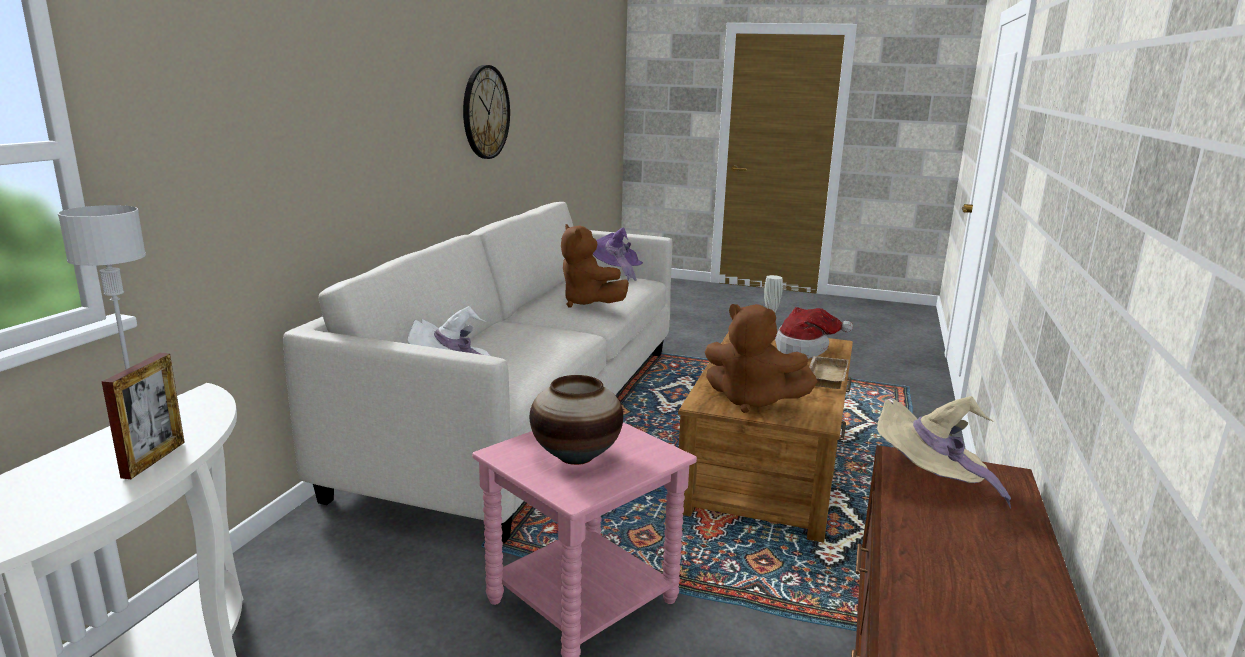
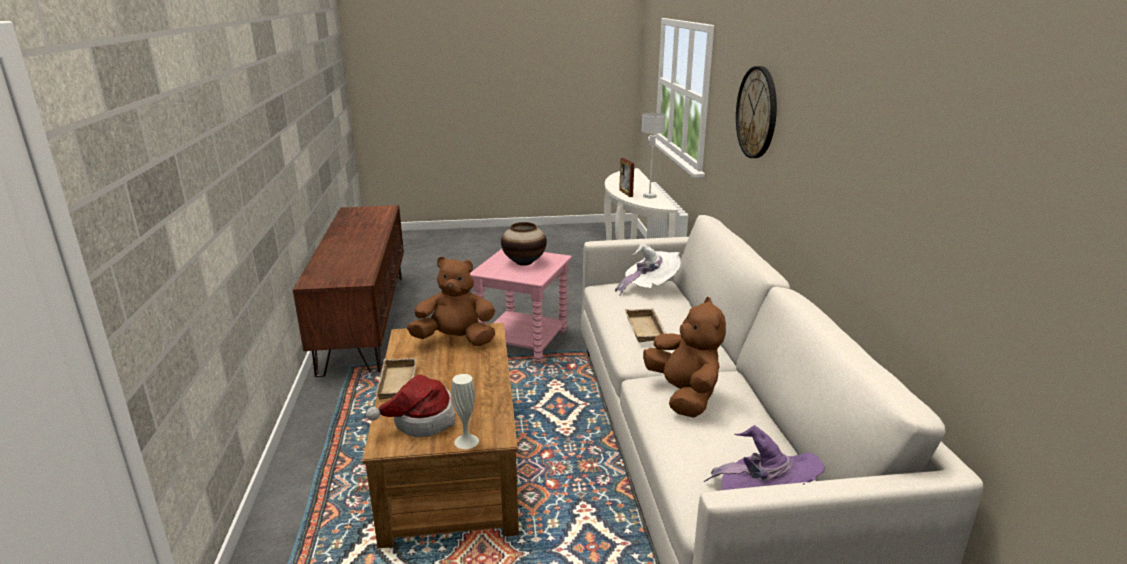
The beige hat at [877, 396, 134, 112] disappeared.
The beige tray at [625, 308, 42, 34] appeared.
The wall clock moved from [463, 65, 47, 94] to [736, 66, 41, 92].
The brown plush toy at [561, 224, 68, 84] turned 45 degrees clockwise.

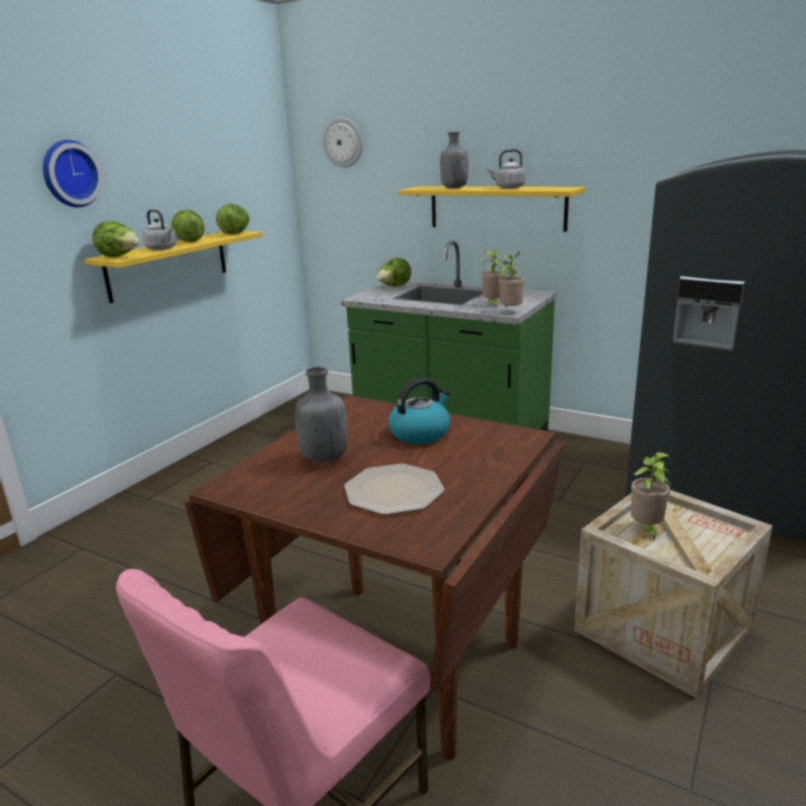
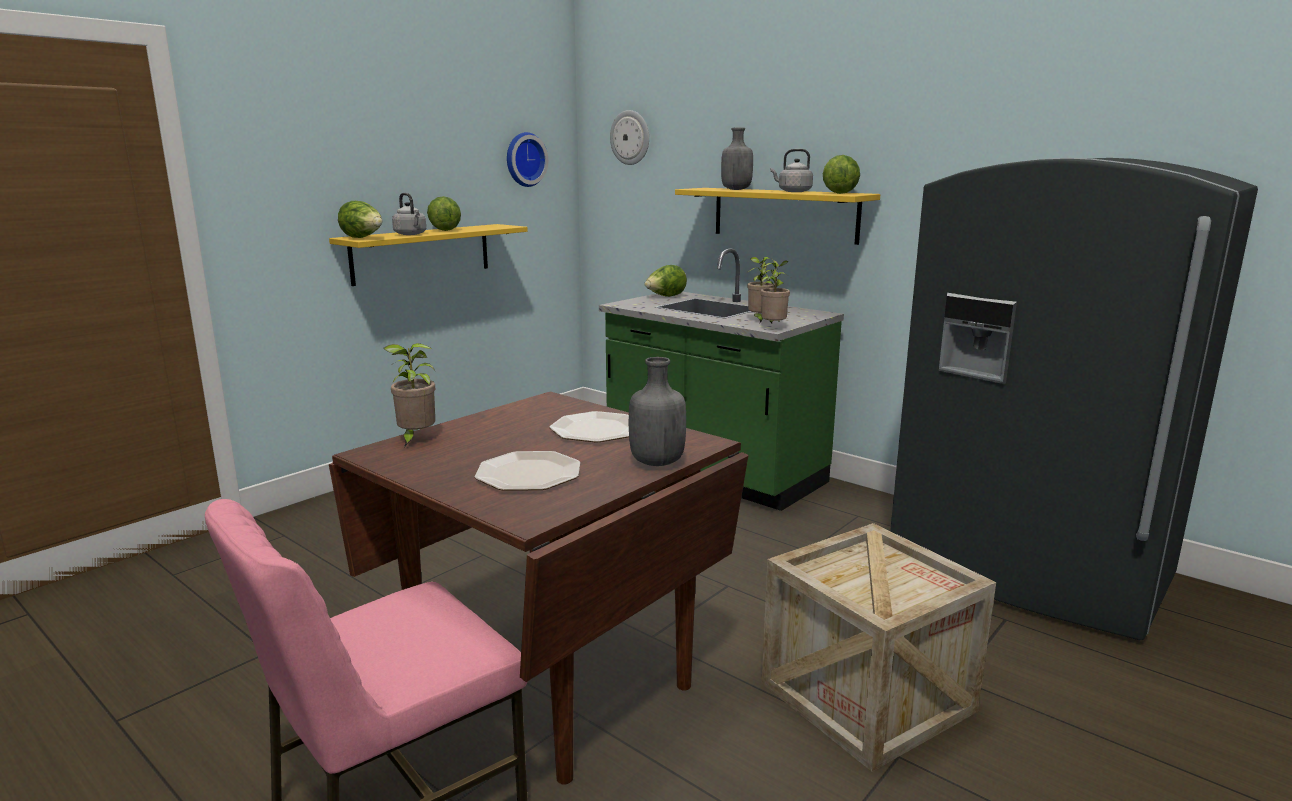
The wall clock moved from [43, 140, 60, 67] to [507, 132, 41, 55].
The lettuce moved from [216, 204, 33, 31] to [823, 155, 37, 39].
The grey bottle moved from [295, 367, 53, 96] to [629, 357, 57, 109].
The potted plant moved from [631, 452, 40, 88] to [384, 343, 51, 104].
The kettle at [389, 378, 61, 66] was replaced by the plate at [549, 411, 80, 31].

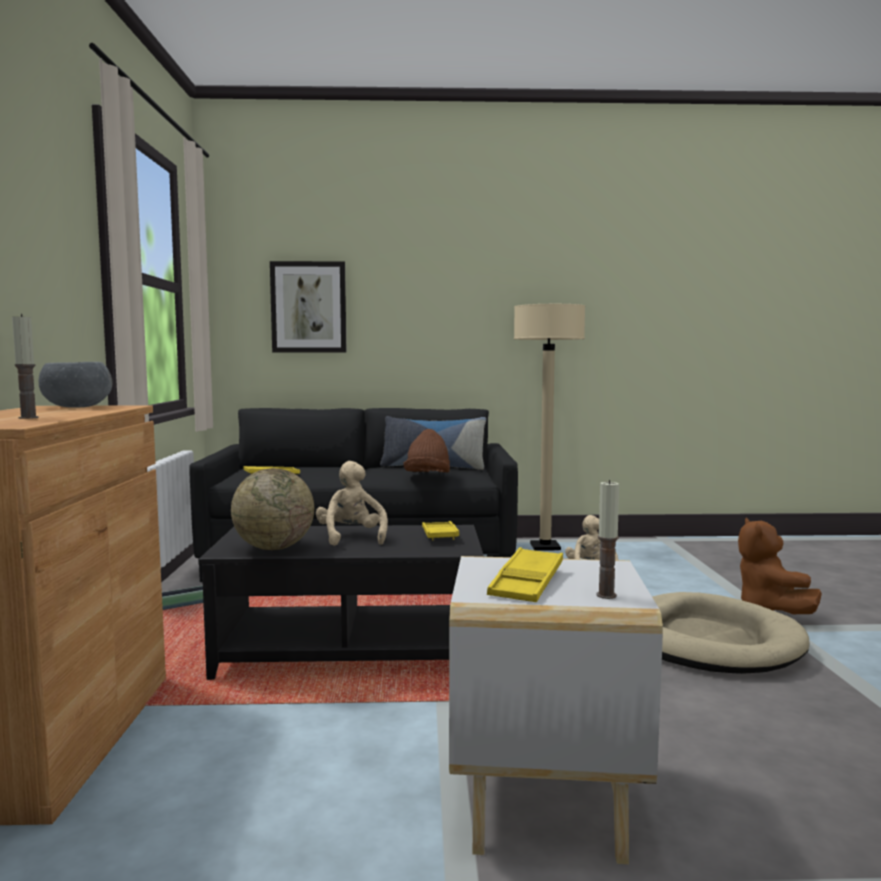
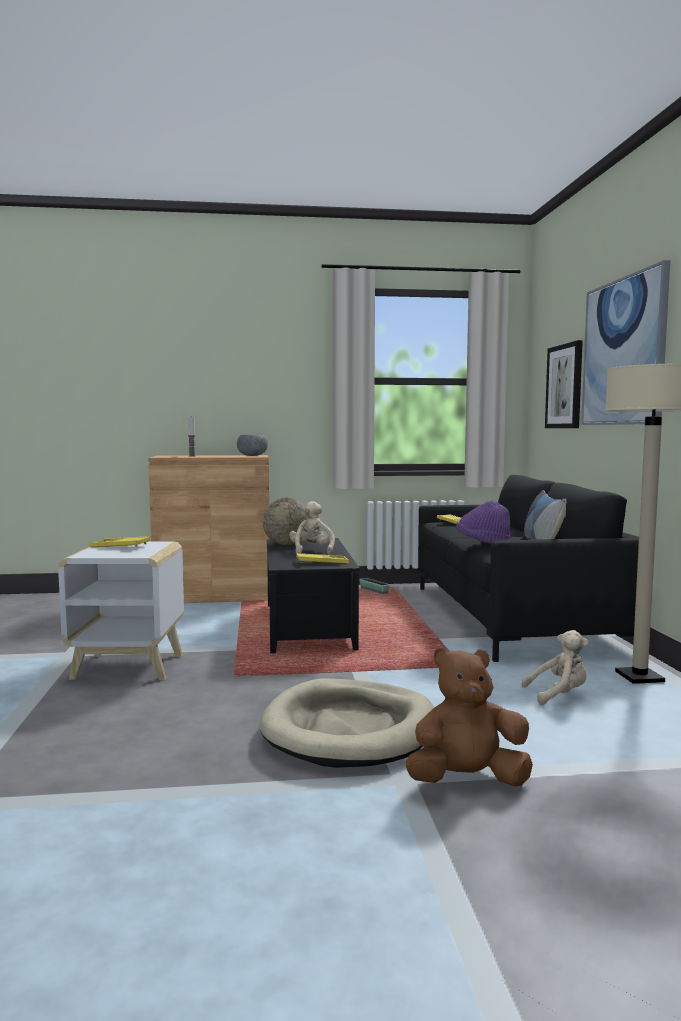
The candle at [596, 480, 23, 119] disappeared.
The picture at [581, 260, 89, 165] appeared.
The brown hat at [403, 429, 47, 44] became the purple hat at [456, 500, 55, 43].
The beige plush toy at [316, 461, 72, 85] turned 75 degrees counterclockwise.

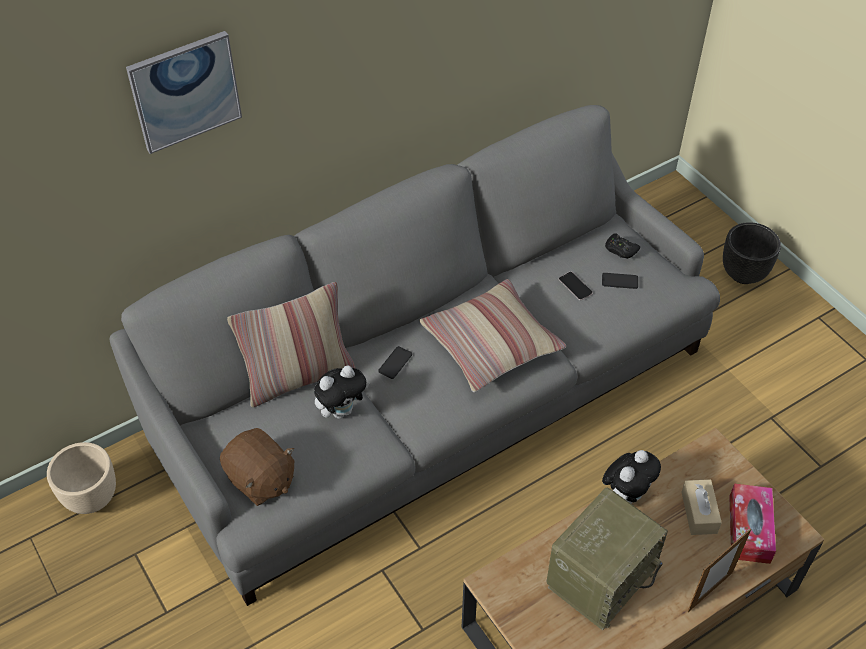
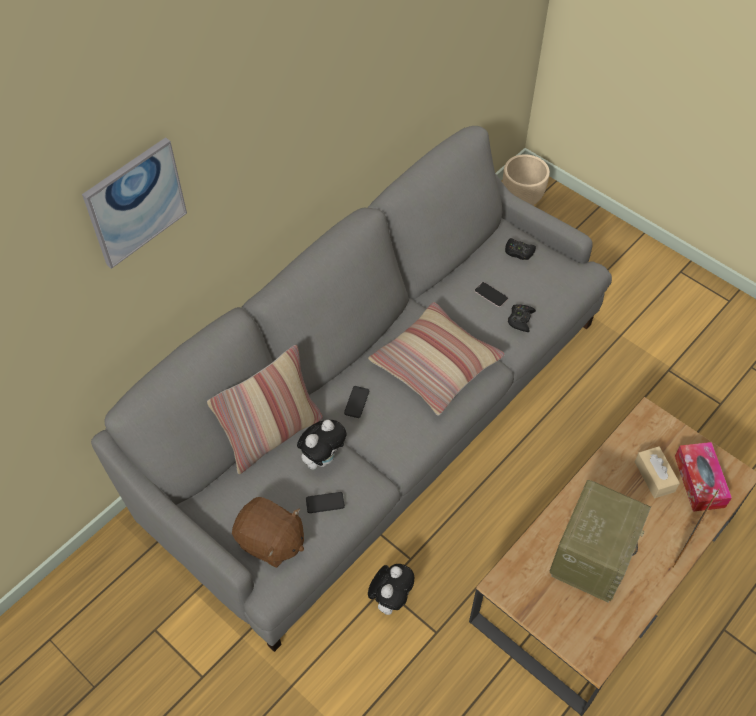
The black planter at [723, 222, 58, 62] disappeared.
The black game controller at [508, 304, 28, 28] appeared.
The beige planter moved from [47, 442, 69, 72] to [503, 154, 47, 51].
The phone moved from [602, 273, 36, 16] to [306, 492, 39, 21].
The plush toy moved from [602, 450, 59, 54] to [368, 564, 46, 51].

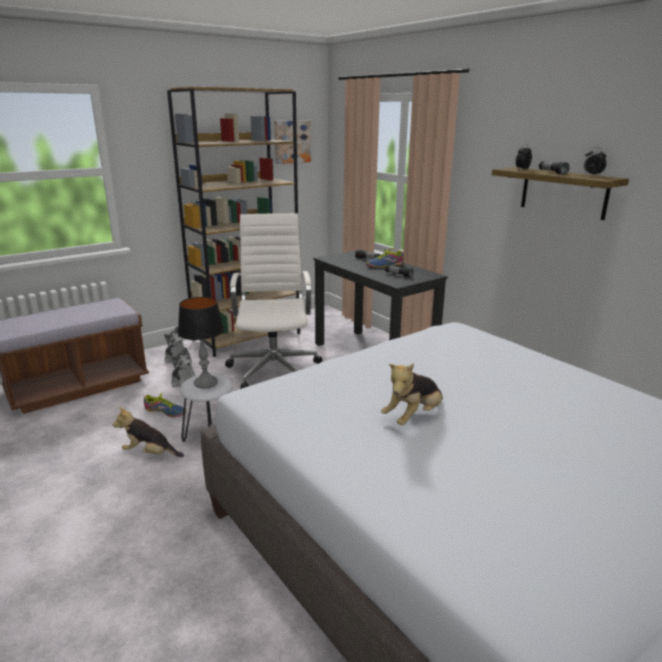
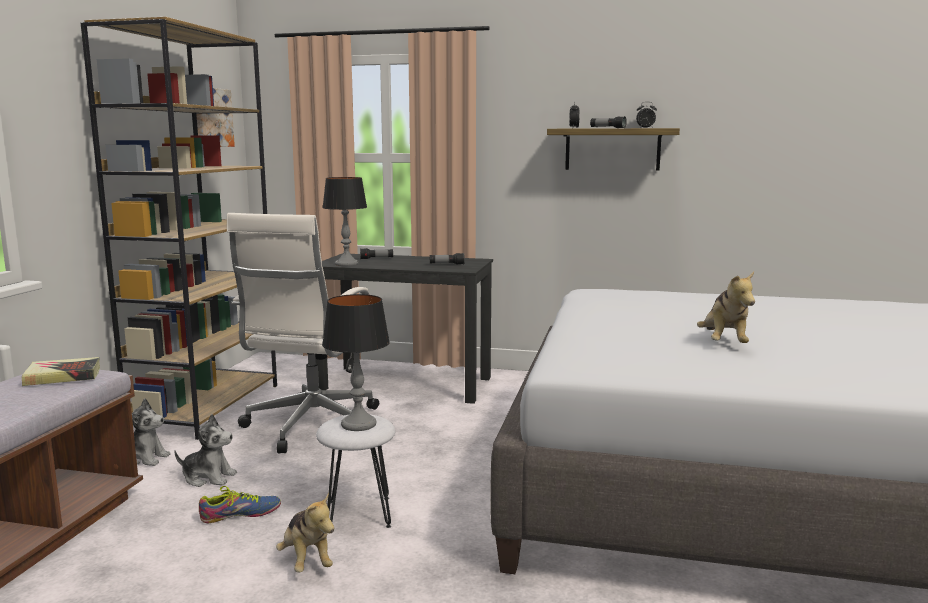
The shoe at [366, 248, 38, 20] disappeared.
The book at [22, 357, 78, 29] appeared.
The table lamp at [322, 177, 45, 89] appeared.
The plush toy at [112, 407, 72, 50] turned 90 degrees counterclockwise.
The white office chair at [225, 213, 98, 176] turned 120 degrees counterclockwise.

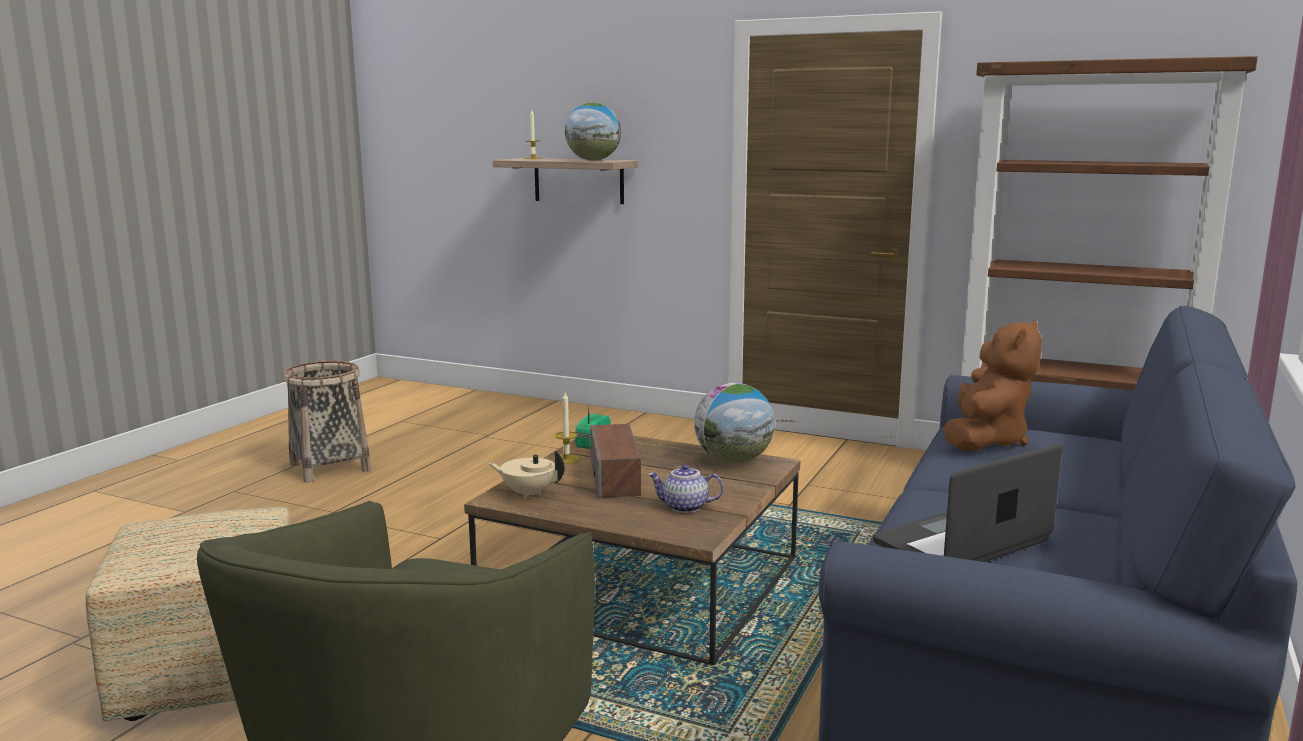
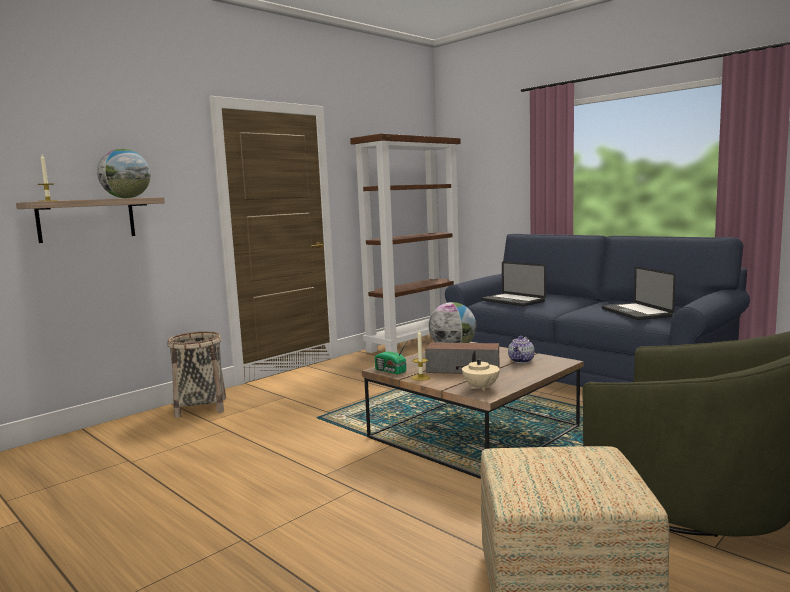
The basket moved from [283, 360, 88, 122] to [167, 331, 59, 87].
The brown plush toy at [943, 319, 99, 133] was replaced by the laptop at [481, 262, 65, 44].
The beige teapot at [489, 450, 76, 49] turned 45 degrees counterclockwise.

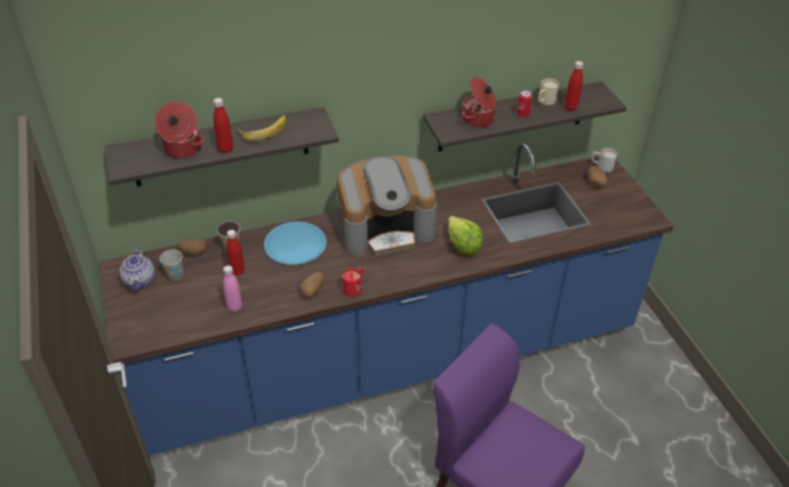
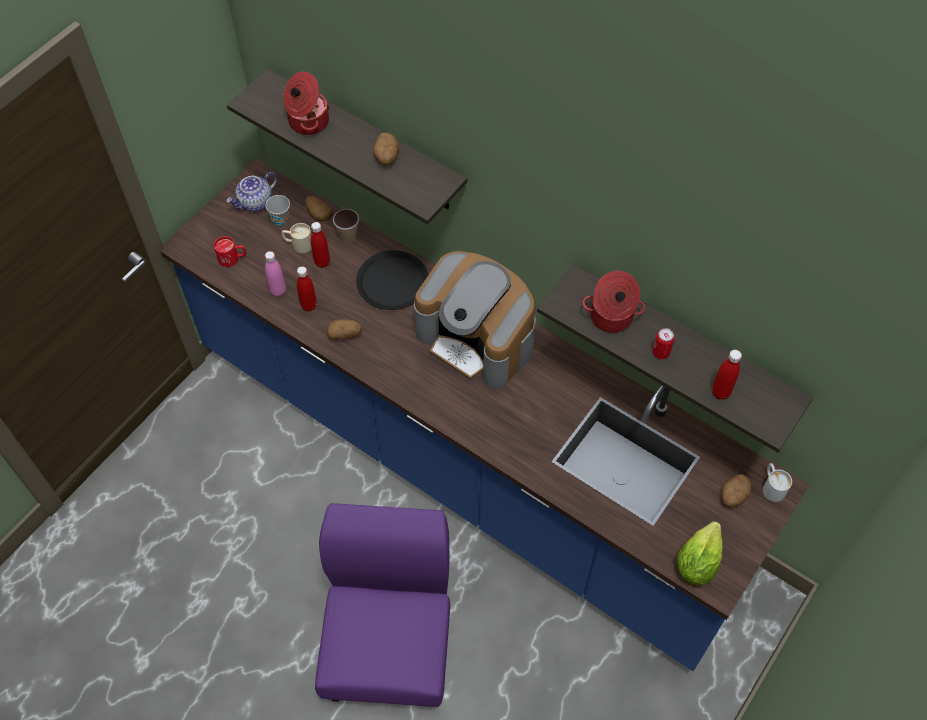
The red bottle moved from [213, 98, 20, 55] to [297, 266, 20, 46].
The red mug moved from [342, 267, 21, 30] to [214, 236, 32, 31].
The lettuce moved from [448, 216, 35, 39] to [676, 521, 46, 64].
The beige mug moved from [538, 79, 21, 26] to [282, 223, 30, 30].
The banana at [238, 115, 48, 27] was replaced by the potato at [373, 133, 26, 33].
The blue plate at [264, 222, 63, 43] became the black plate at [356, 250, 72, 60].

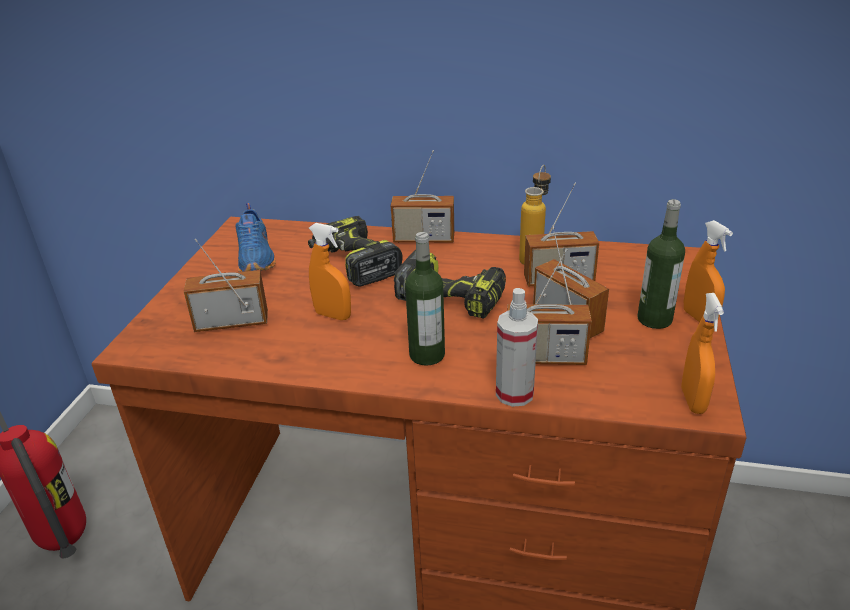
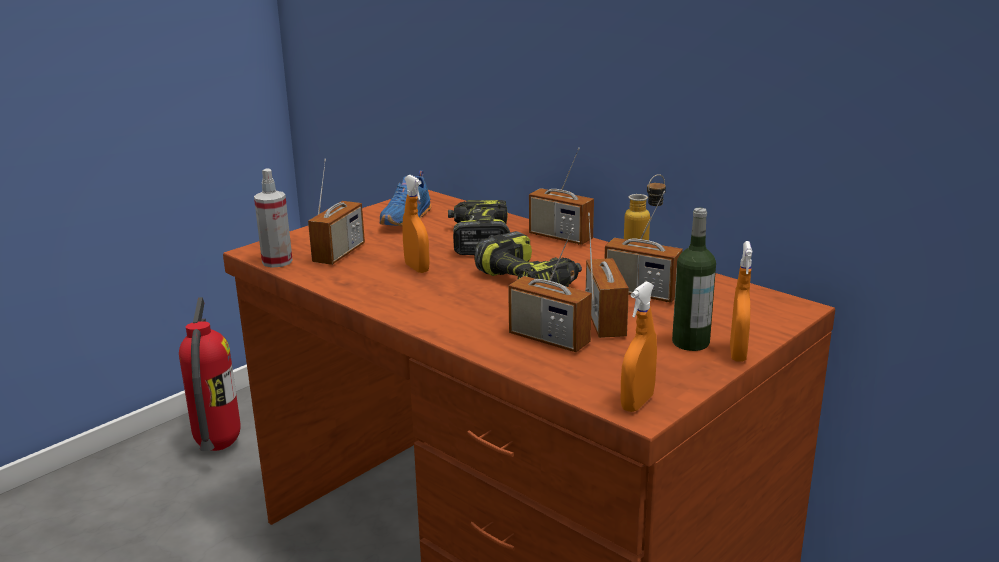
The bottle at [405, 232, 40, 134] disappeared.
The spray bottle moved from [496, 288, 42, 119] to [254, 169, 39, 99].
The radio at [184, 239, 84, 93] turned 90 degrees clockwise.

